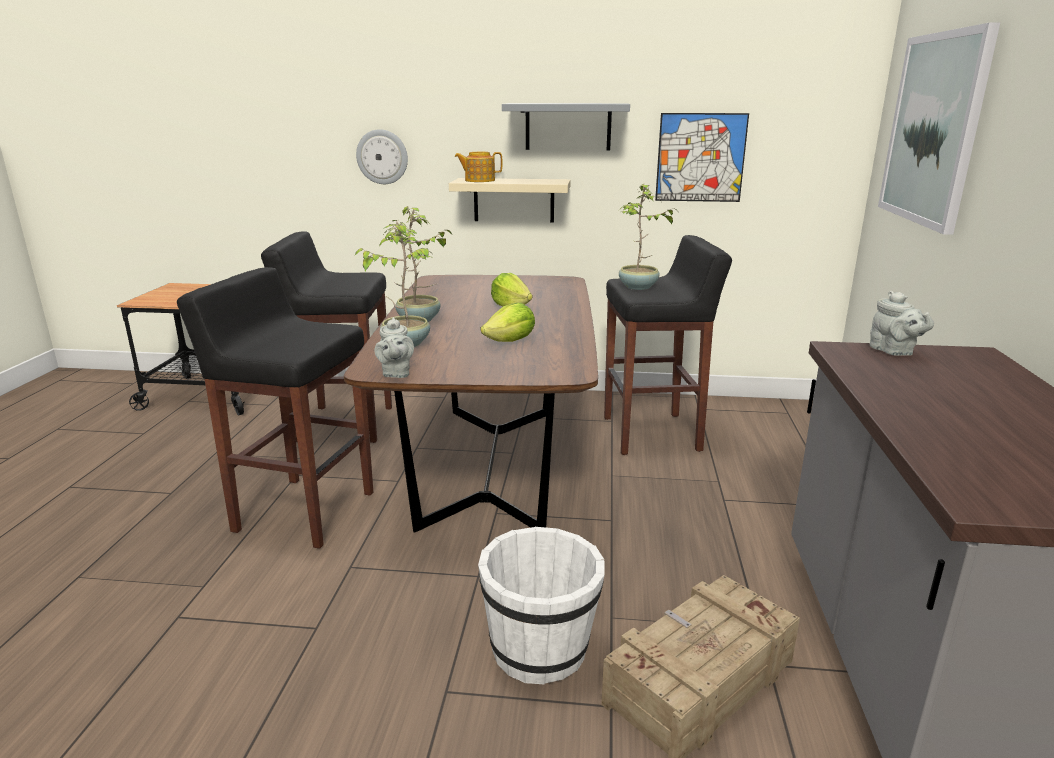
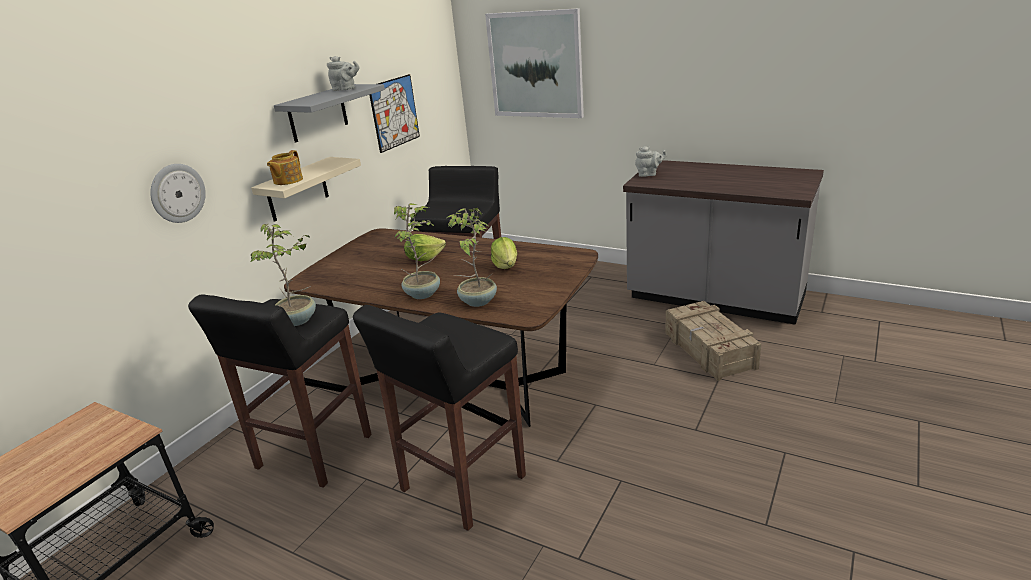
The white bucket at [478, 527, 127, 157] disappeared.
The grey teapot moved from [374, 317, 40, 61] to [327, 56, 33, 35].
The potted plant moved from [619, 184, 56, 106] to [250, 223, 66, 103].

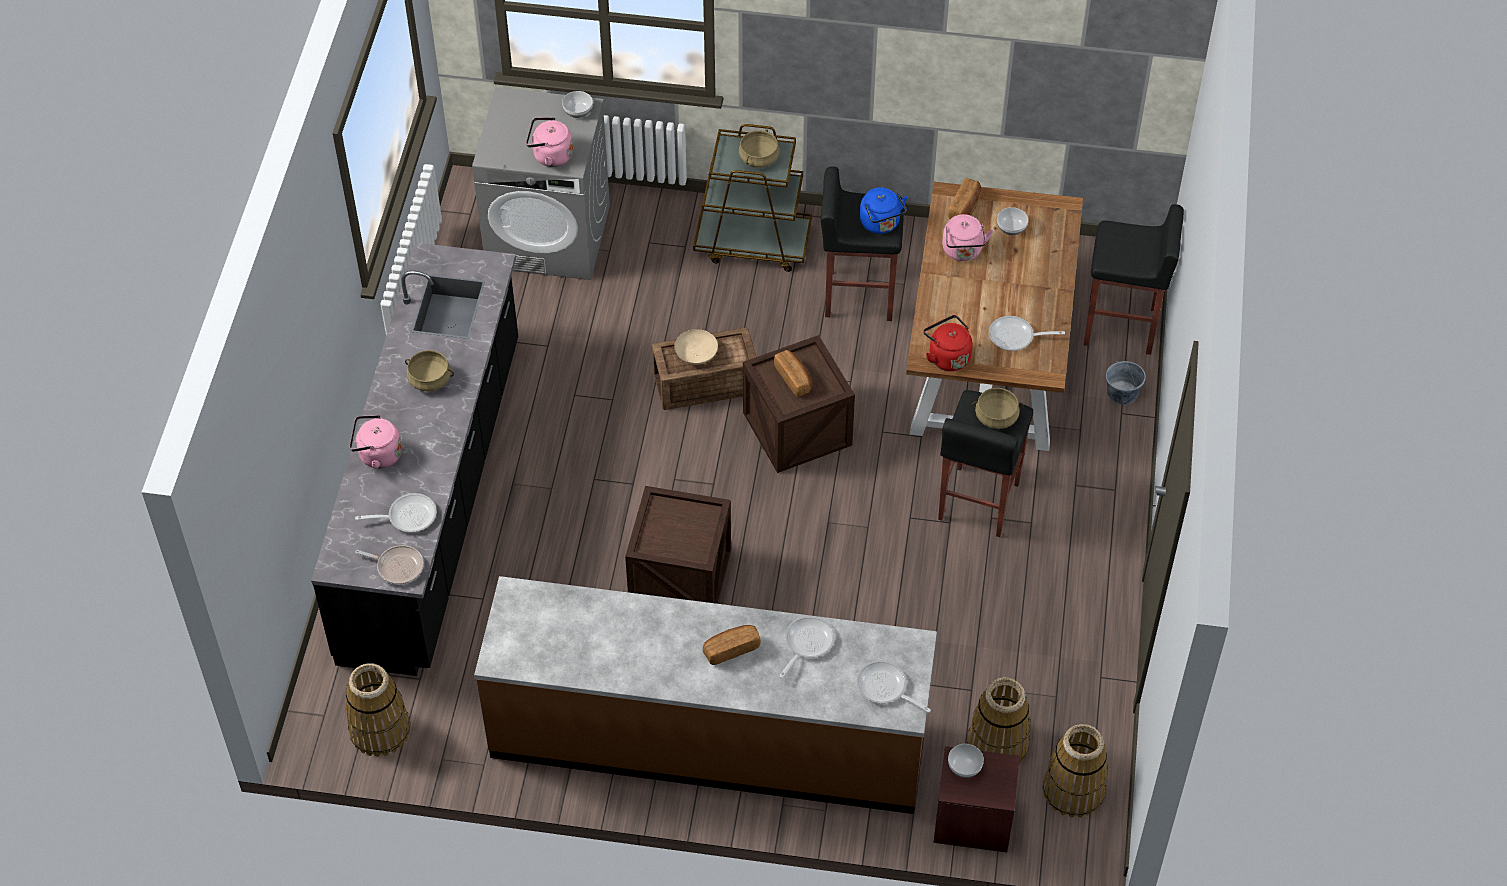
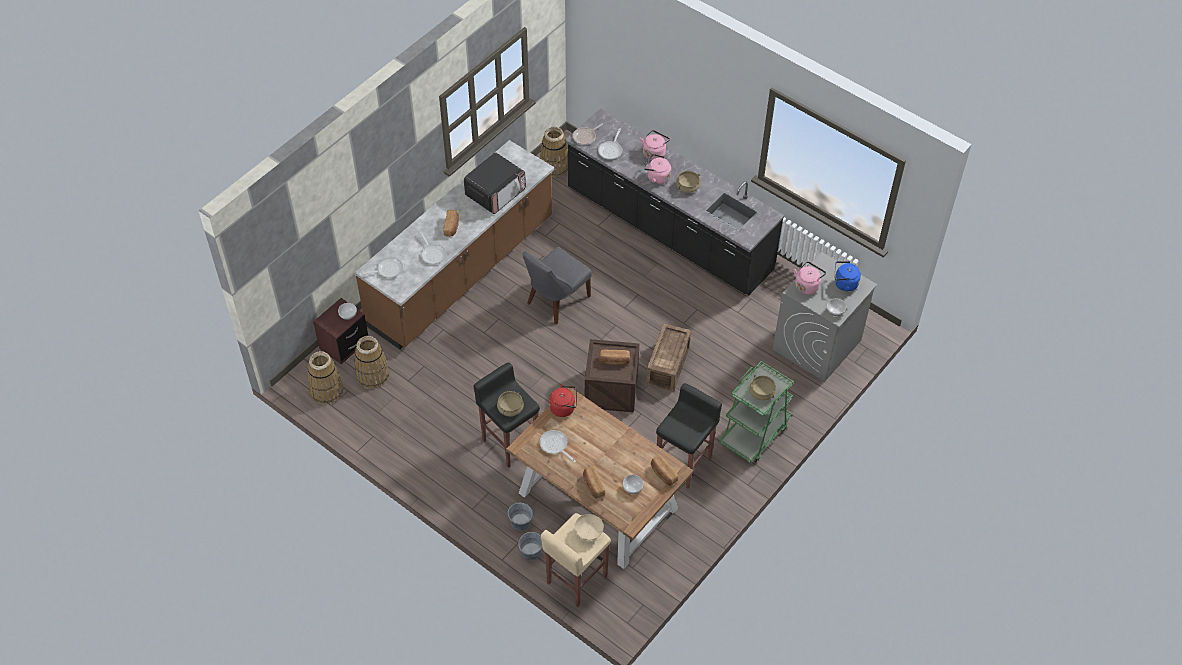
The microwave at [464, 152, 62, 62] appeared.
The grey bucket at [508, 503, 25, 28] appeared.
The bread at [583, 466, 22, 32] appeared.
The beige bowl moved from [675, 329, 43, 36] to [574, 514, 30, 26].
The blue kettle moved from [860, 187, 47, 47] to [835, 261, 26, 31].
The pink kettle moved from [942, 214, 51, 47] to [644, 154, 27, 30].
The crate at [625, 486, 106, 118] was replaced by the grey chair at [523, 247, 69, 78].
The brown cart at [693, 124, 119, 148] became the green cart at [719, 361, 75, 102].
The black stool at [1084, 204, 100, 151] became the beige stool at [541, 513, 70, 94].
The frying pan at [989, 316, 76, 35] turned 75 degrees counterclockwise.

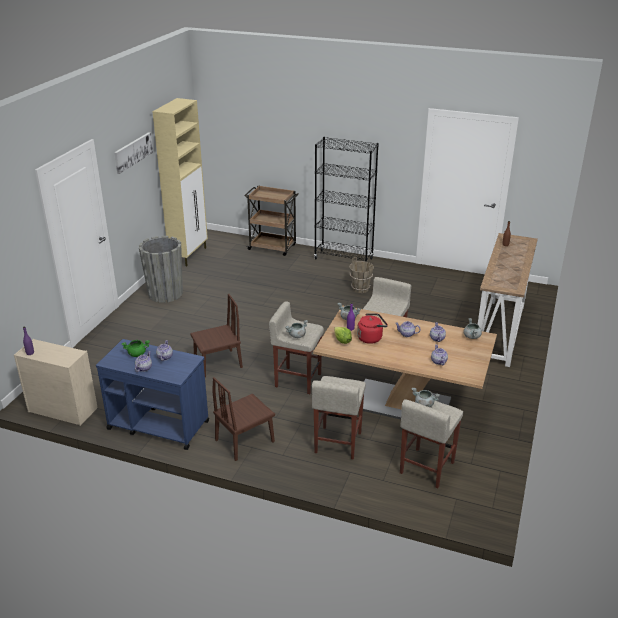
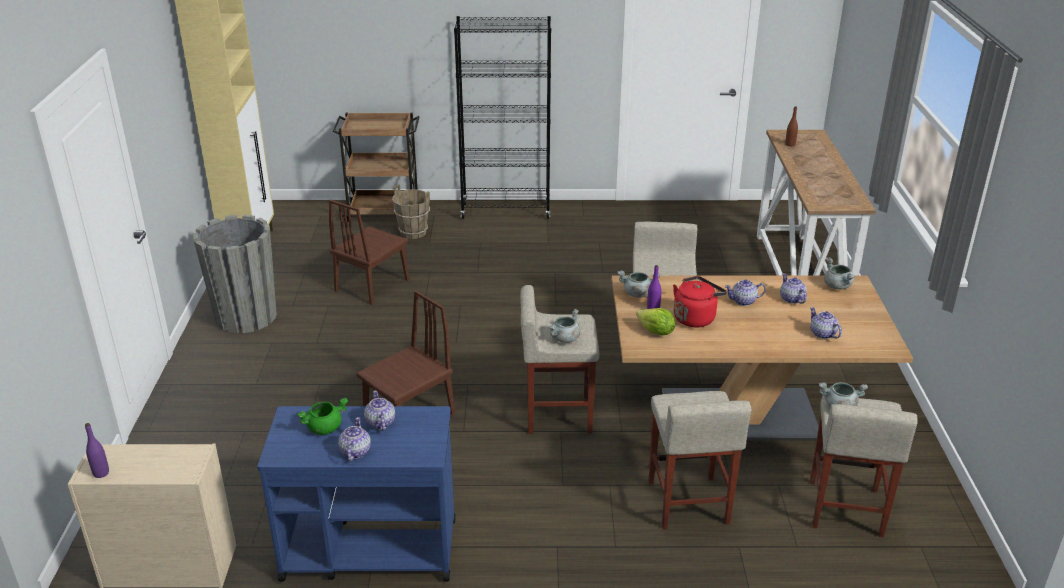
The picture at [114, 132, 39, 42] disappeared.
The brown chair moved from [212, 377, 63, 84] to [329, 199, 80, 106].
The brown bucket moved from [349, 257, 25, 36] to [392, 184, 38, 55].

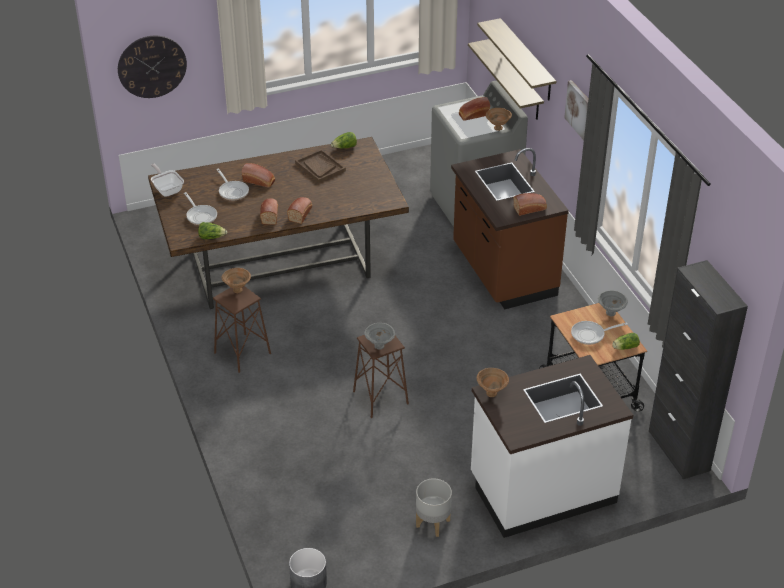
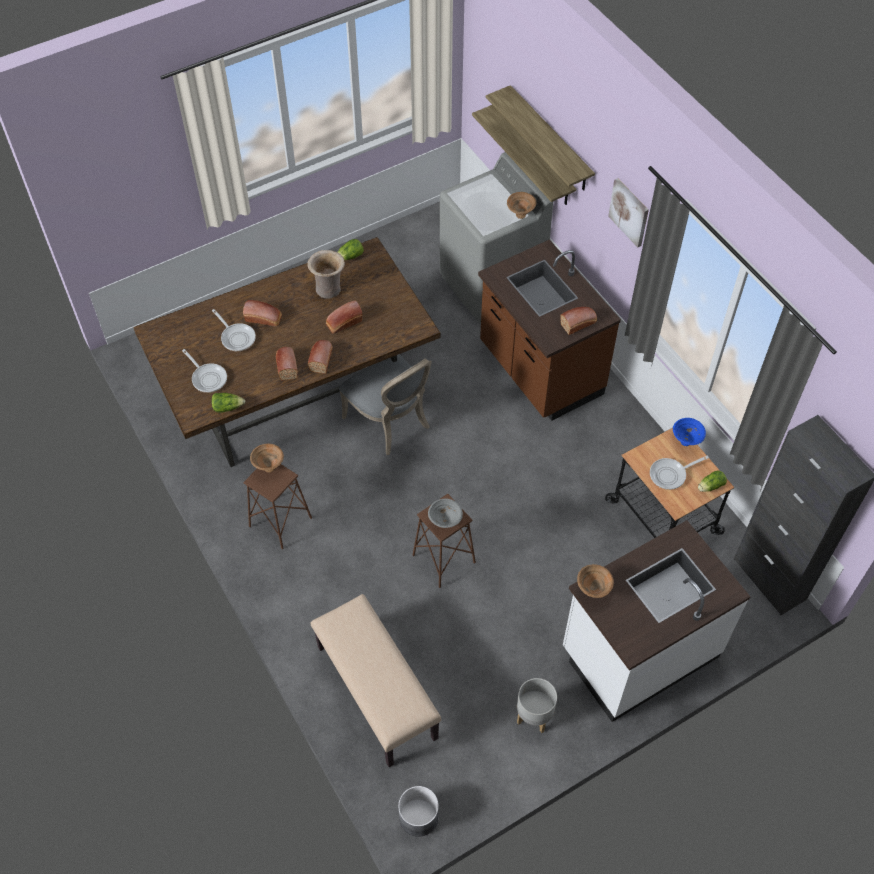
The wall clock at [118, 36, 69, 62] disappeared.
The frying pan at [151, 164, 33, 33] disappeared.
The beige bench at [311, 594, 130, 173] appeared.
The grey chair at [339, 354, 93, 101] appeared.
The bread moved from [459, 97, 31, 23] to [326, 300, 36, 34].
The brown tray at [295, 149, 51, 34] was replaced by the beige vase at [307, 250, 38, 49].
The grey bowl at [598, 290, 30, 26] became the blue bowl at [673, 418, 33, 28].

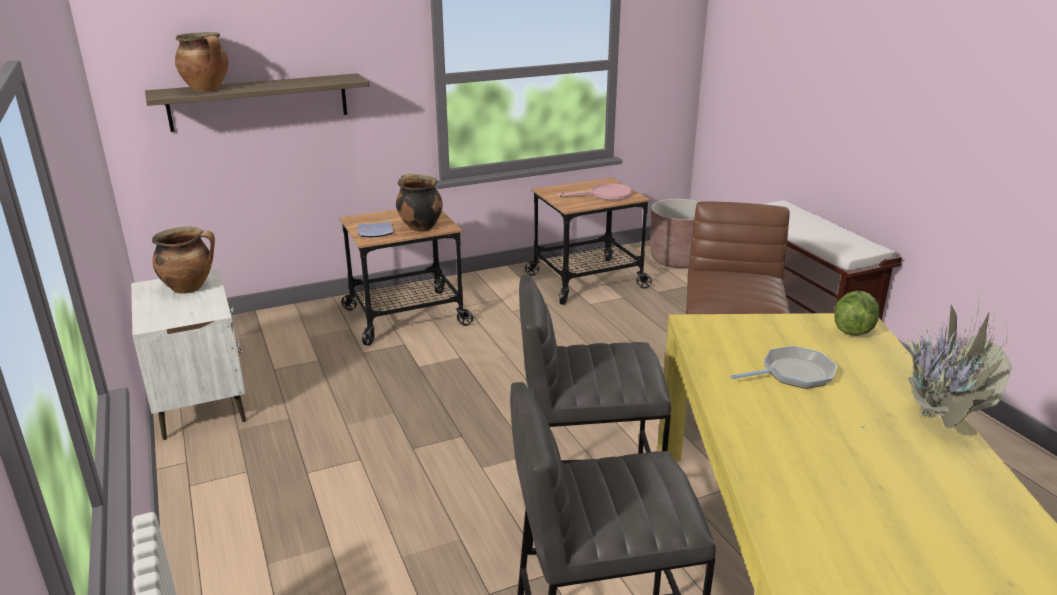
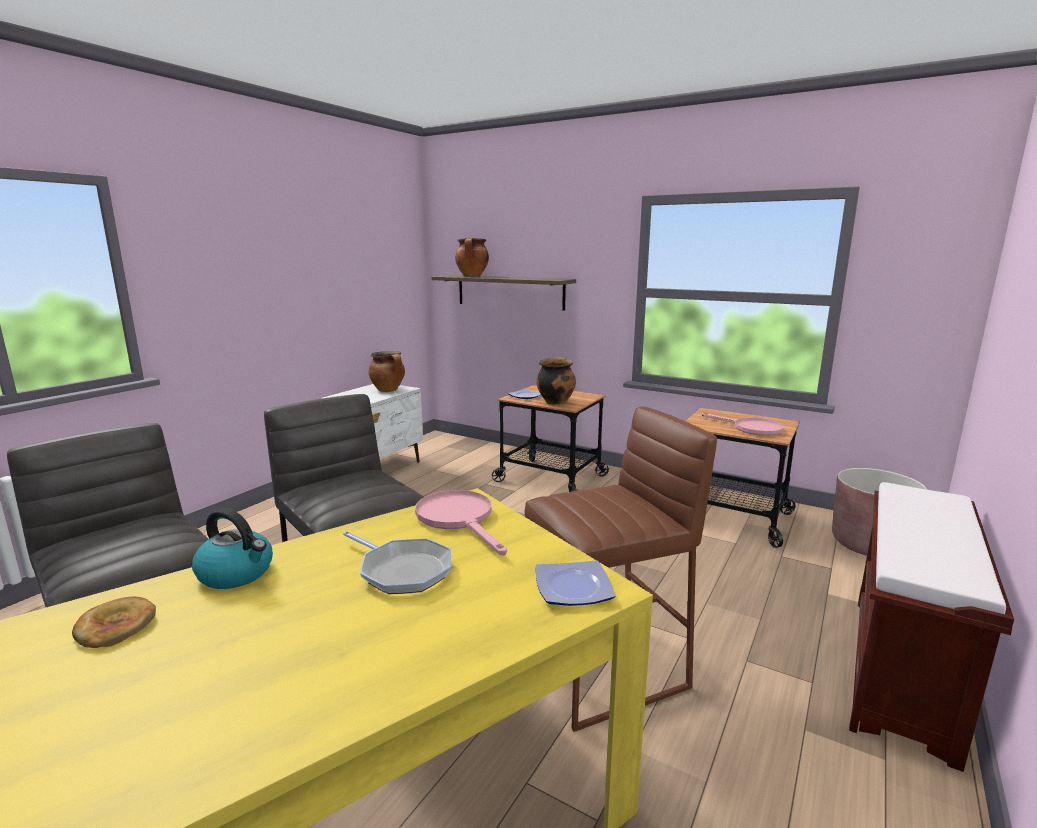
The potted plant at [861, 293, 151, 135] disappeared.
The bread at [72, 597, 84, 51] appeared.
The kettle at [192, 508, 81, 81] appeared.
The pink frying pan at [415, 490, 92, 65] appeared.
The lettuce at [834, 291, 45, 45] was replaced by the plate at [536, 560, 79, 46].

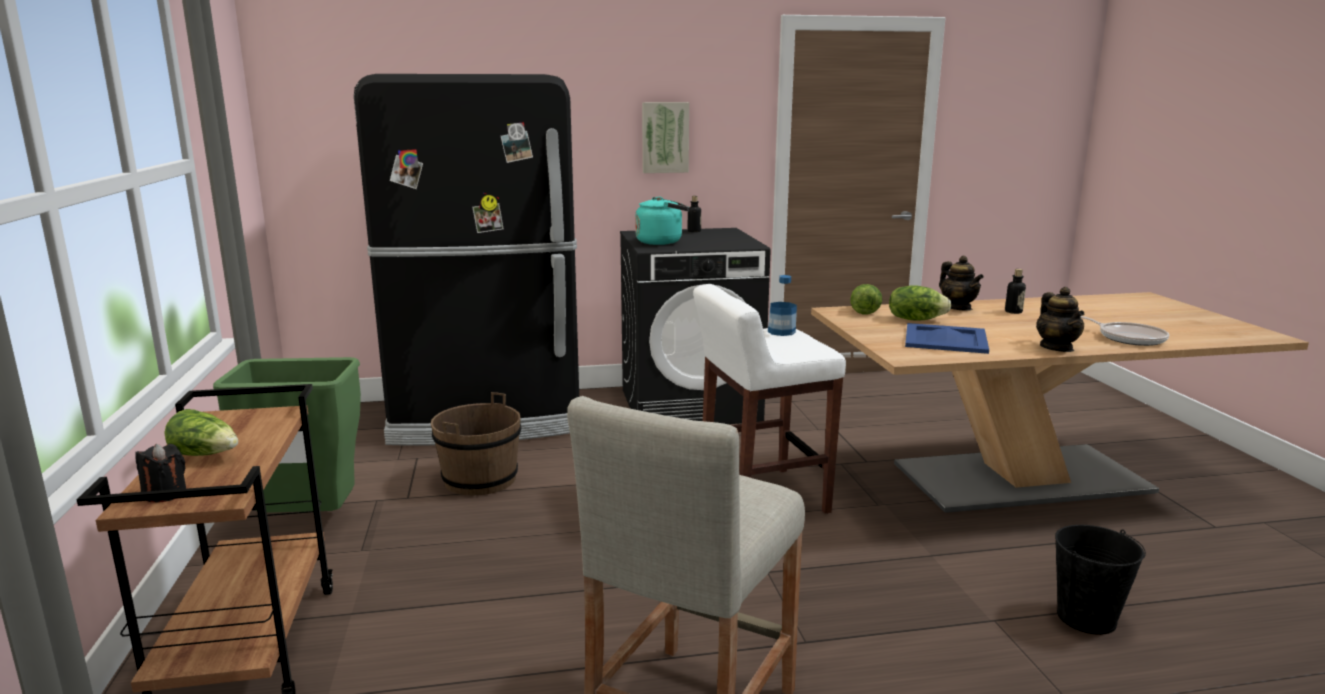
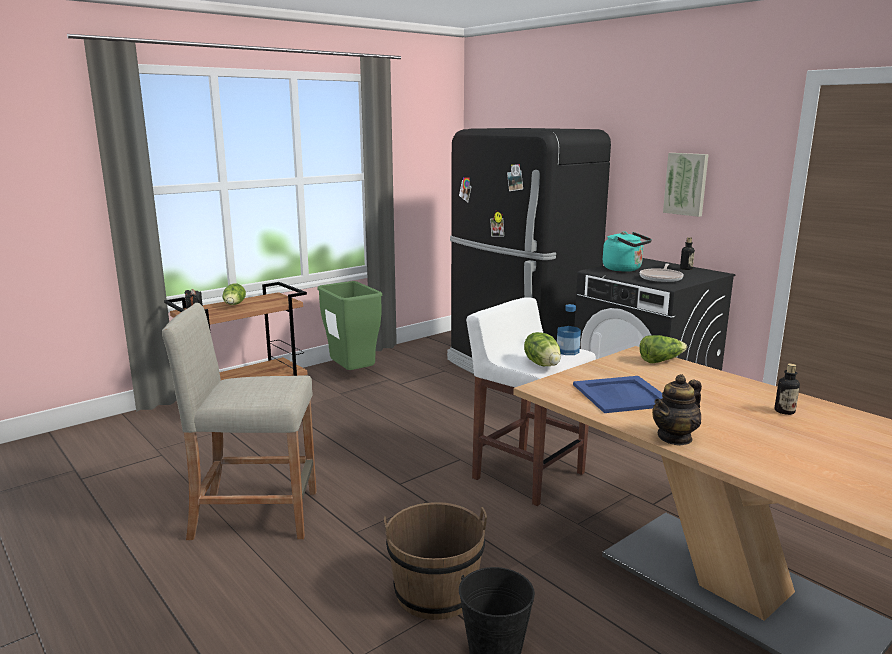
The teapot at [939, 256, 45, 55] disappeared.
The brown bucket moved from [431, 392, 90, 103] to [384, 502, 103, 118].
The lettuce moved from [889, 285, 62, 35] to [524, 332, 37, 34].
The frying pan moved from [1081, 316, 88, 30] to [640, 264, 44, 19].

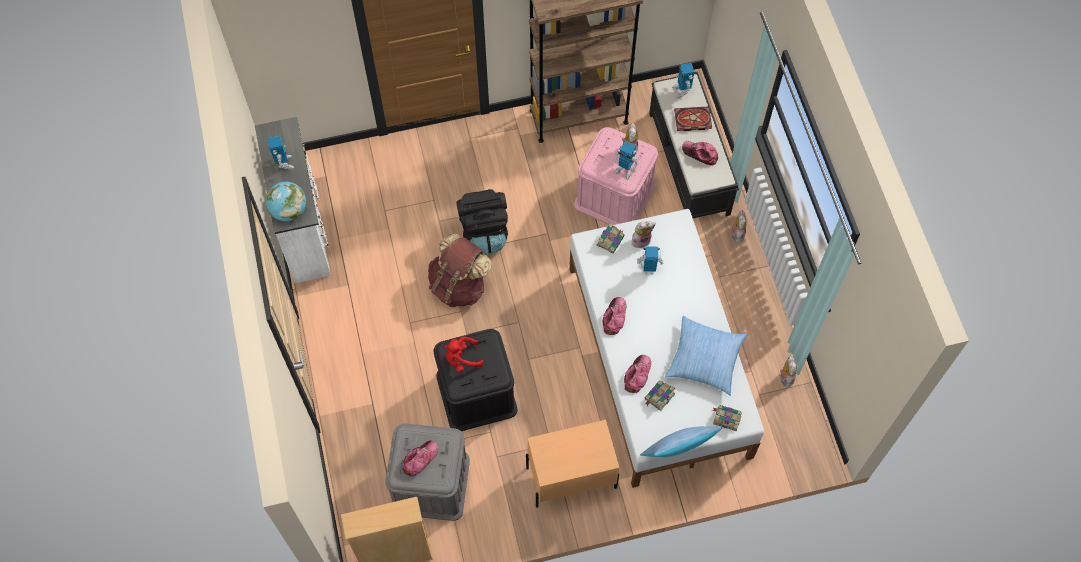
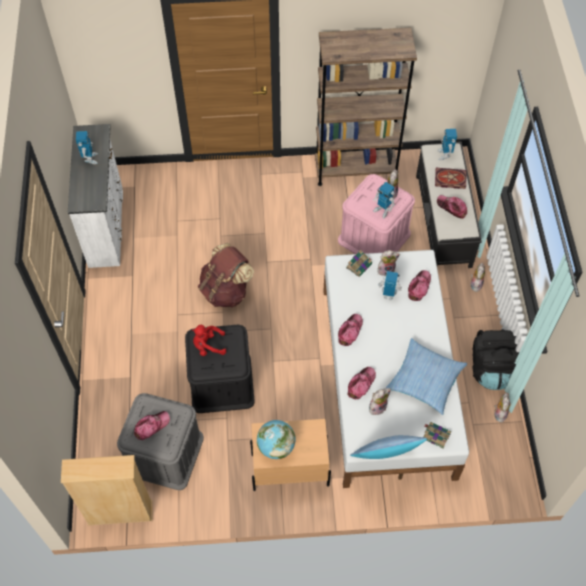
The cap at [408, 270, 23, 31] appeared.
The globe moved from [265, 181, 41, 40] to [257, 420, 39, 39].
The black backpack moved from [456, 189, 52, 66] to [472, 329, 47, 61].
The book at [645, 380, 30, 31] was replaced by the plush toy at [369, 388, 22, 27].

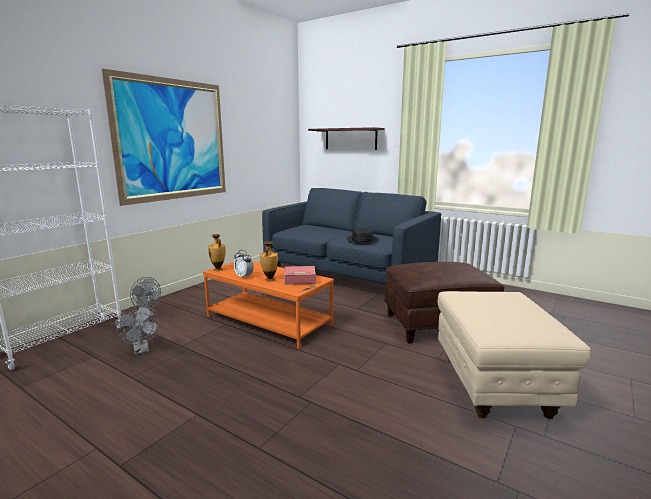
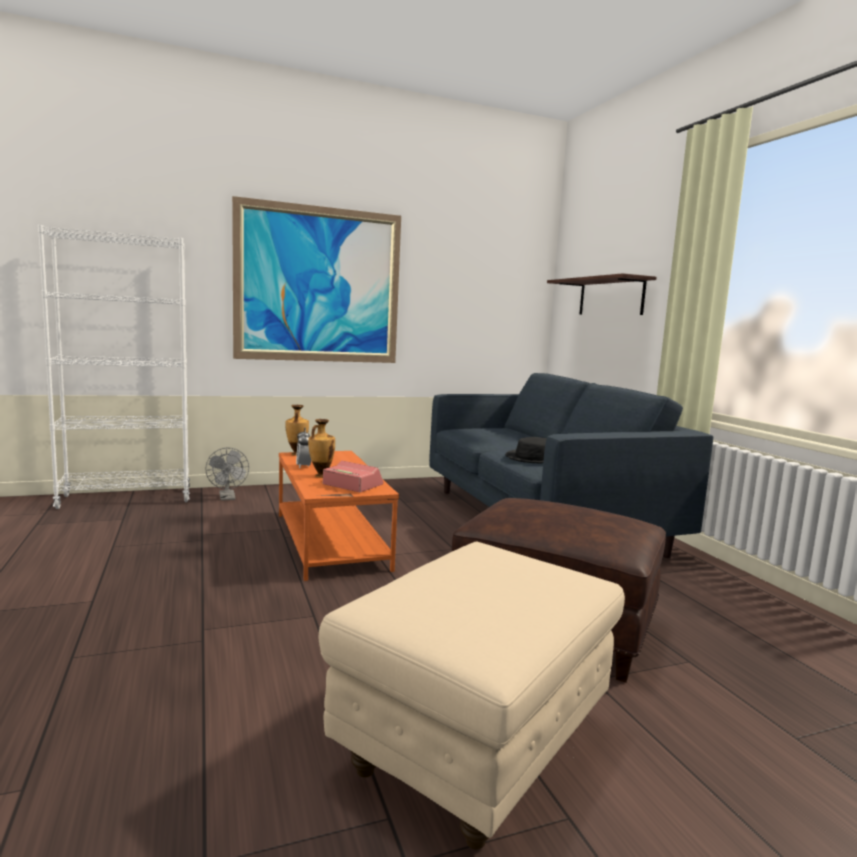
The grey fan at [116, 305, 44, 50] disappeared.

